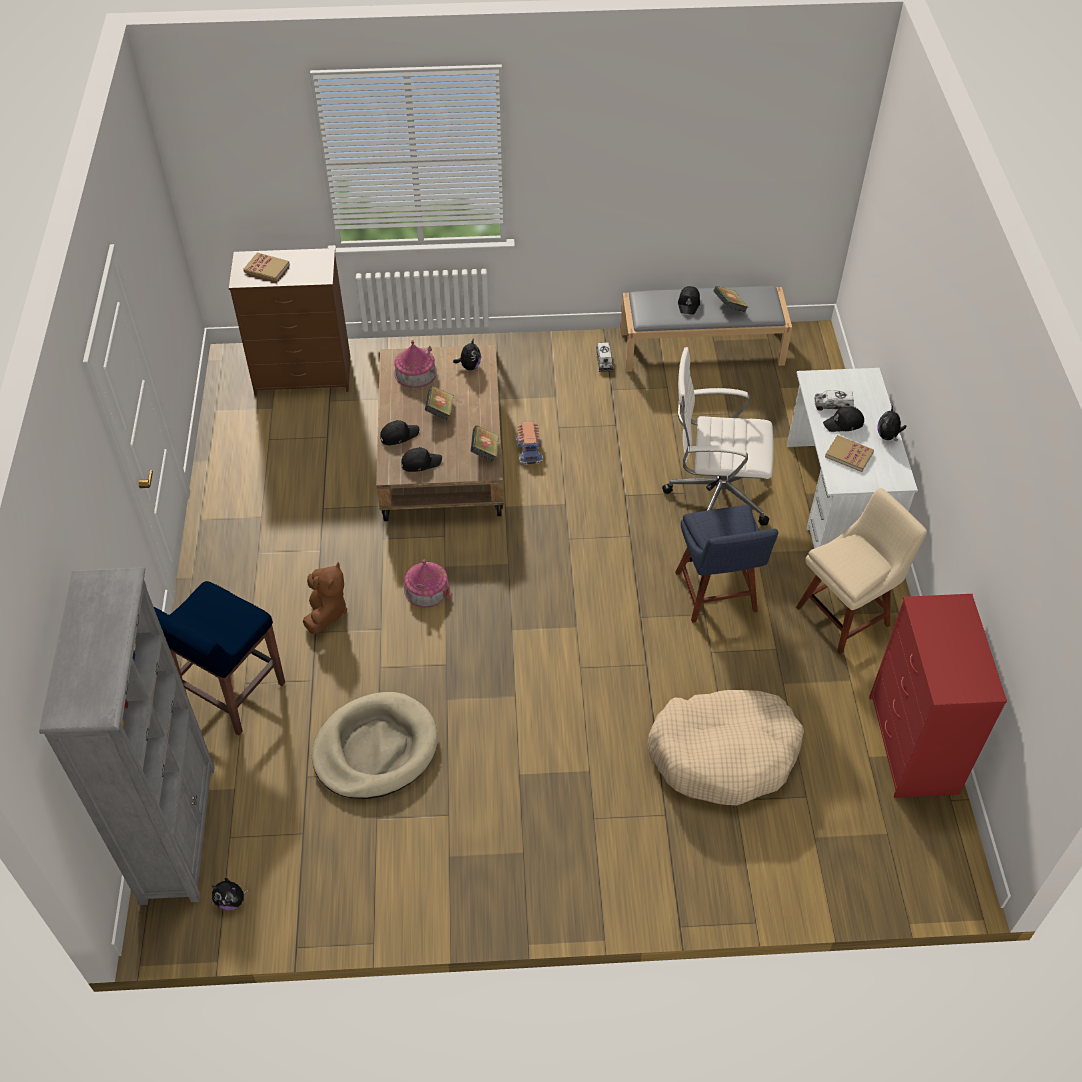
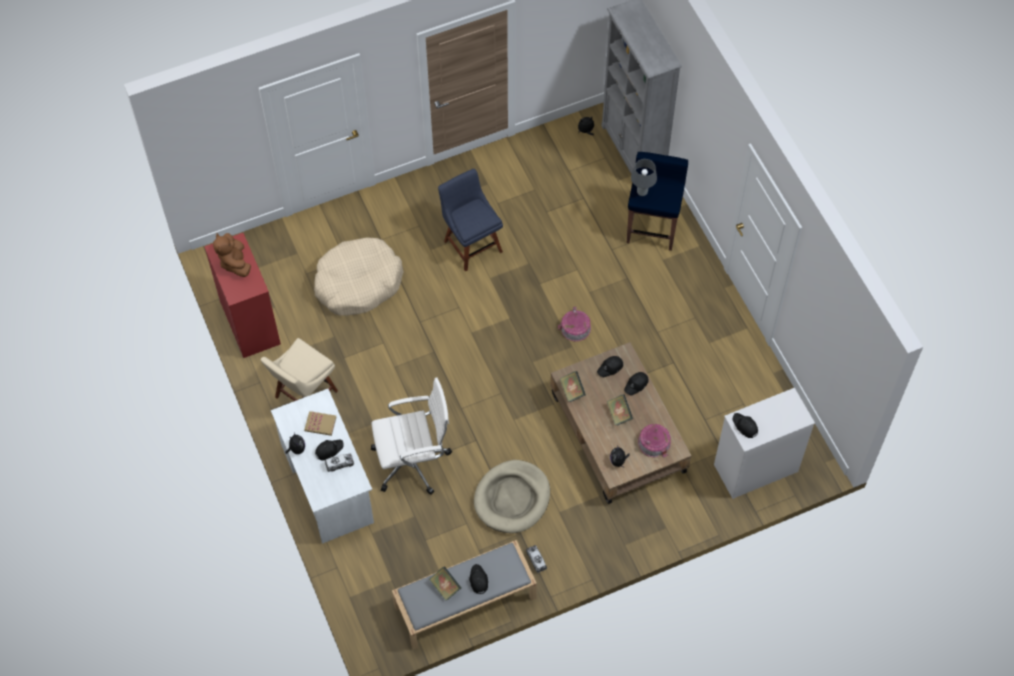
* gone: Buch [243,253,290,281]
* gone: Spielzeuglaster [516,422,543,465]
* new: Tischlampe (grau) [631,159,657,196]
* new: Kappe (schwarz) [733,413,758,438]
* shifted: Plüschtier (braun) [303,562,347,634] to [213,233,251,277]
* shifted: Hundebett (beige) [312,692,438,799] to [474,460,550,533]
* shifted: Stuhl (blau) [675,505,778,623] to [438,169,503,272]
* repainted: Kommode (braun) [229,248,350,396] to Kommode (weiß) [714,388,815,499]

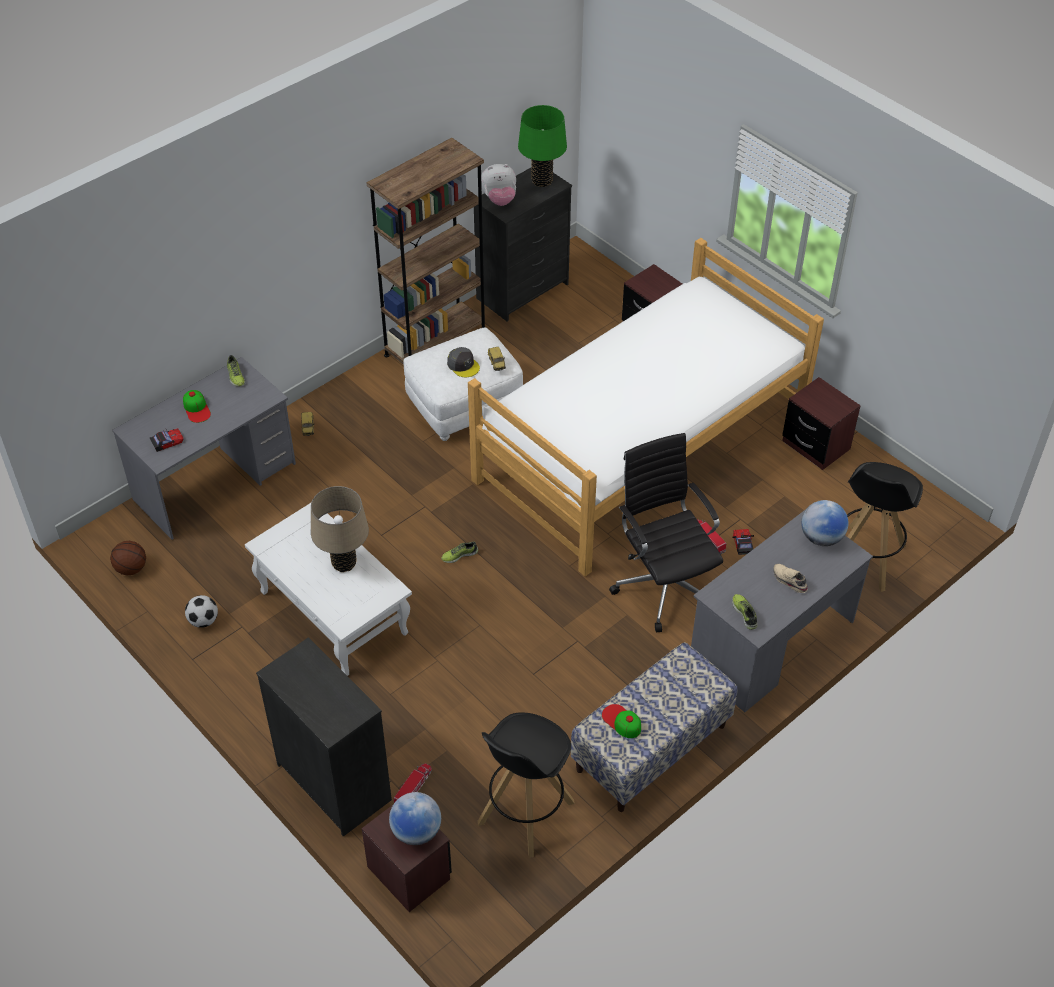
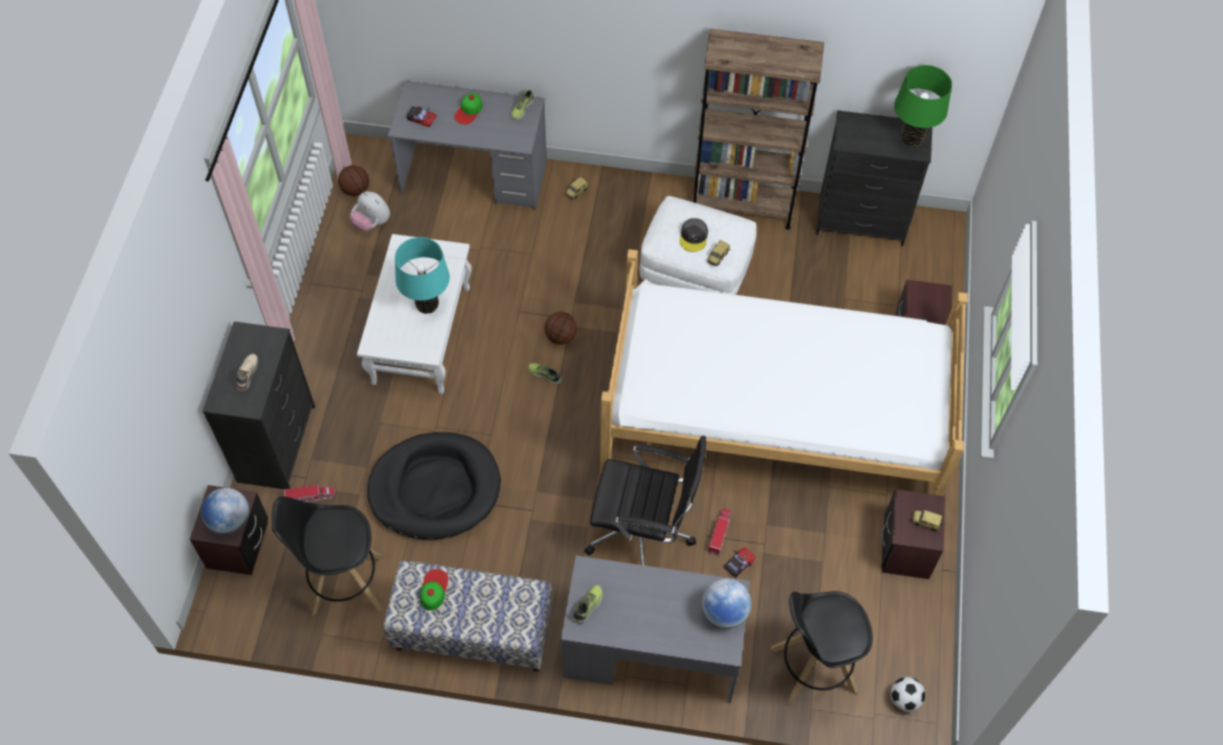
* new: Hundebett (schwarz) [367,432,501,540]
* new: Basketball [545,312,577,345]
* new: Spielzeugauto [911,510,943,531]
* shifted: Fußball [185,595,218,628] to [890,677,925,712]
* shifted: Plüschtier [481,164,516,206] to [350,191,390,232]
* shifted: Schuh (beige) [773,564,808,593] to [236,354,258,390]
* repainted: Tischlampe (beige) [311,486,369,572] to Tischlampe (türkis) [395,237,450,314]
* rotated: Bürostuhl (schwarz) [609,433,723,632] = [584,436,706,565] 75 degrees clockwise

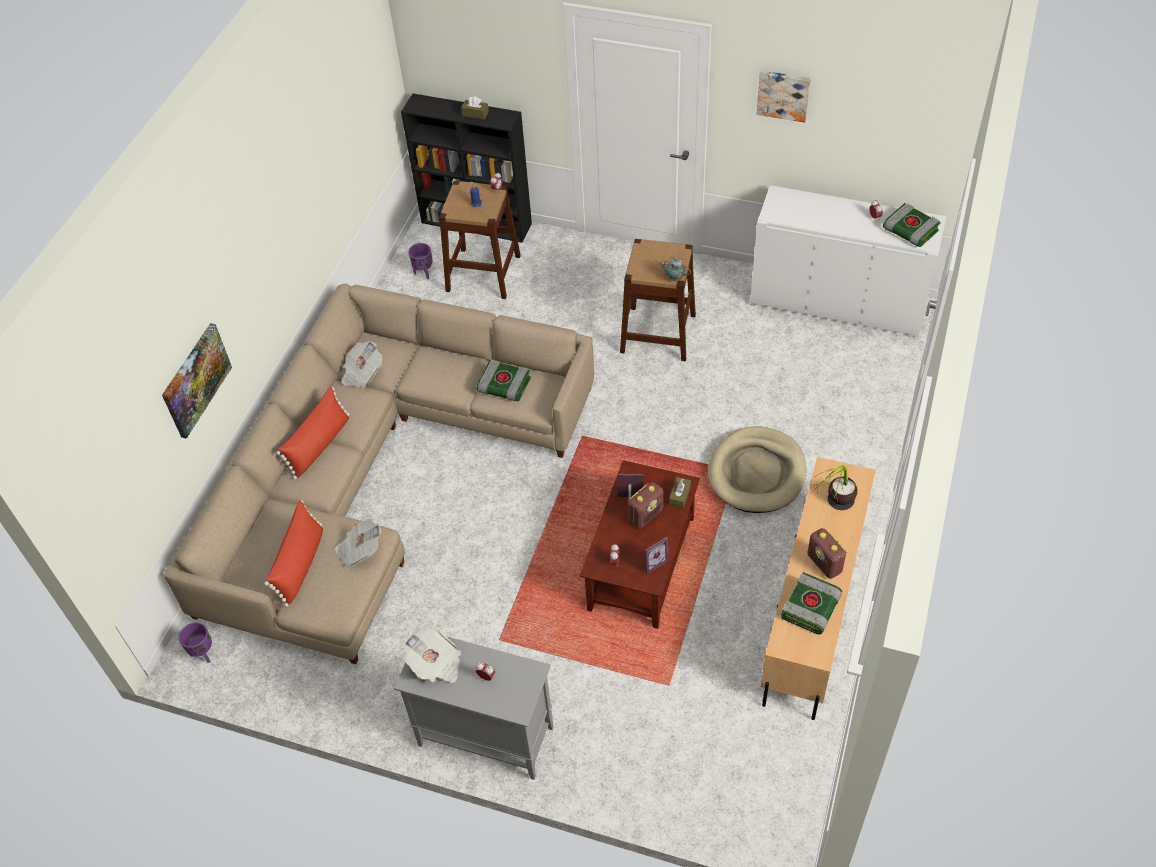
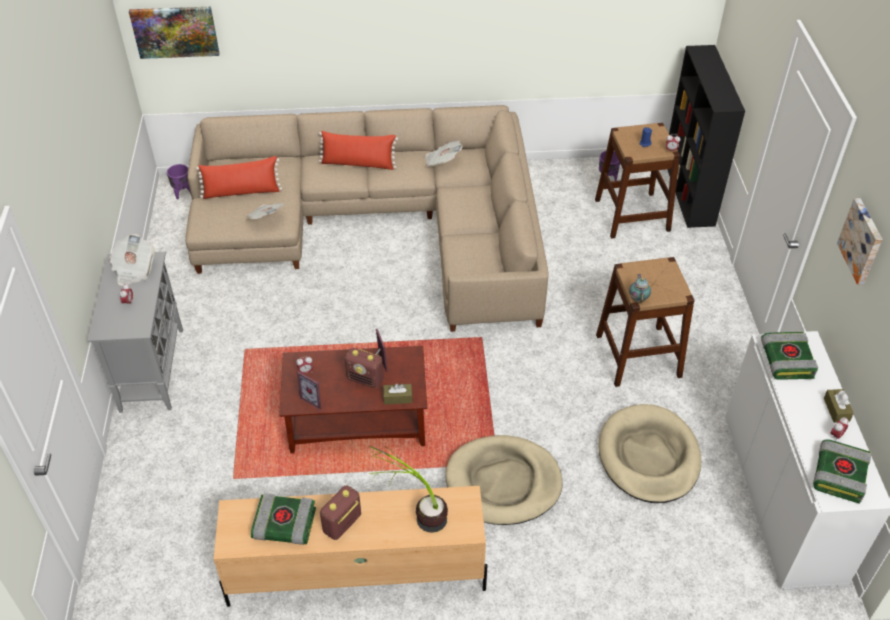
* new: Hundebett (beige) [598,404,701,503]
* shifted: Bild [162,323,232,439] to [129,7,219,59]
* shifted: Taschentuchbox (braun) [461,96,489,119] to [824,389,854,423]
* shifted: Buch [476,360,531,401] to [761,332,818,380]

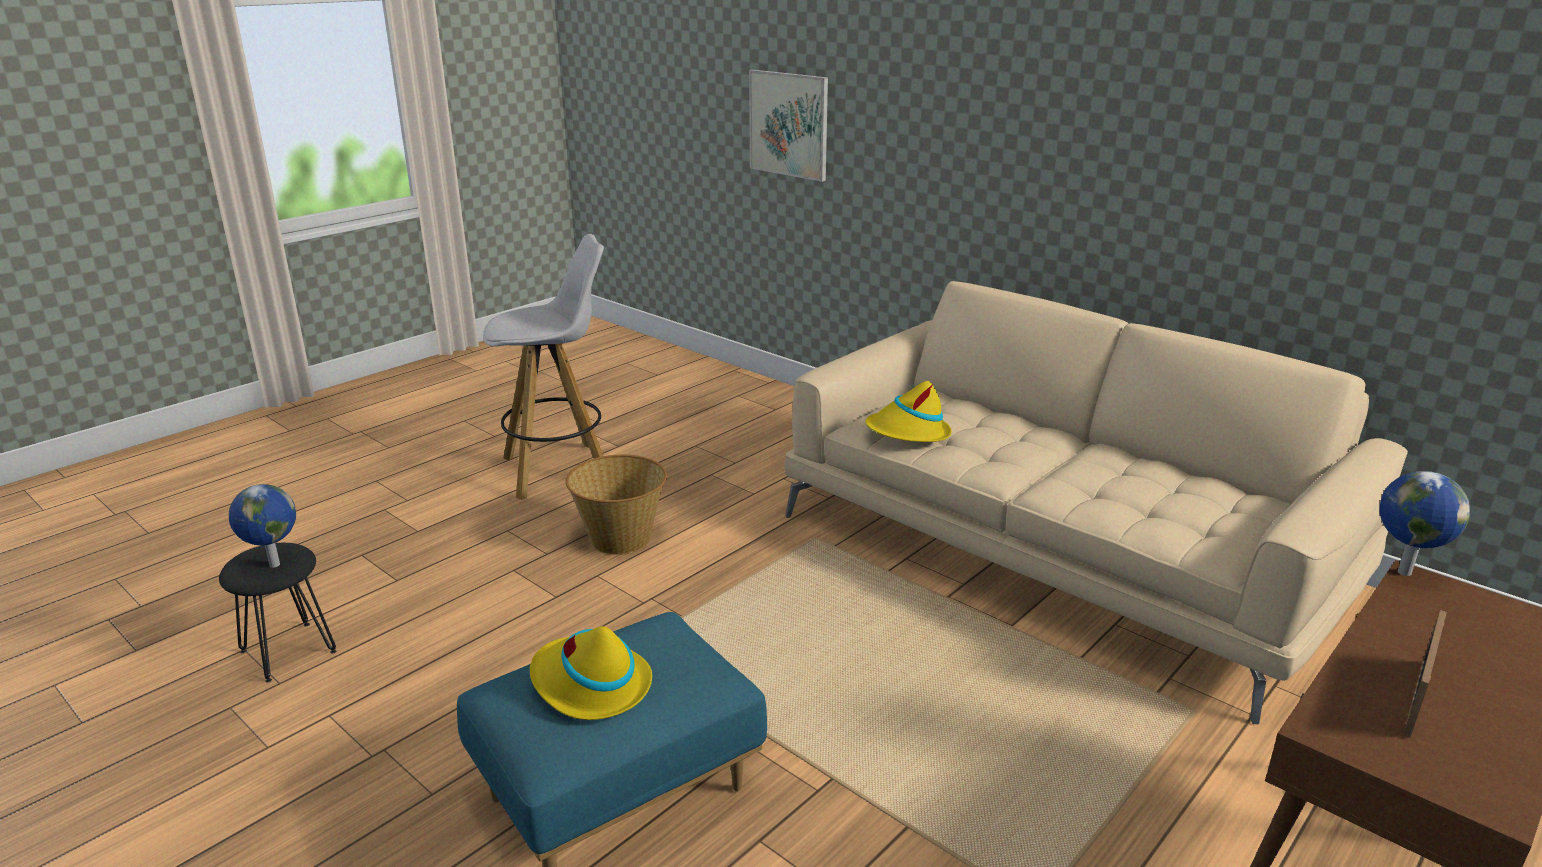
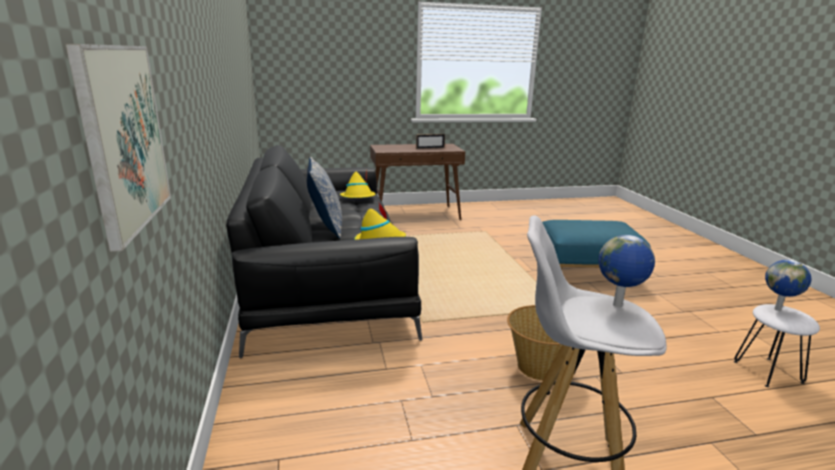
* new: Kissen [307,157,342,239]
* shifted: Hut (gelb) [530,626,652,720] to [340,168,375,198]
* shifted: Globus [1380,471,1470,576] to [598,235,655,307]
* repainted: Hocker (schwarz) [219,543,337,683] to Hocker (weiß) [734,304,820,387]
* repainted: Sofa (beige) [784,281,1408,724] to Sofa (schwarz) [226,145,422,359]

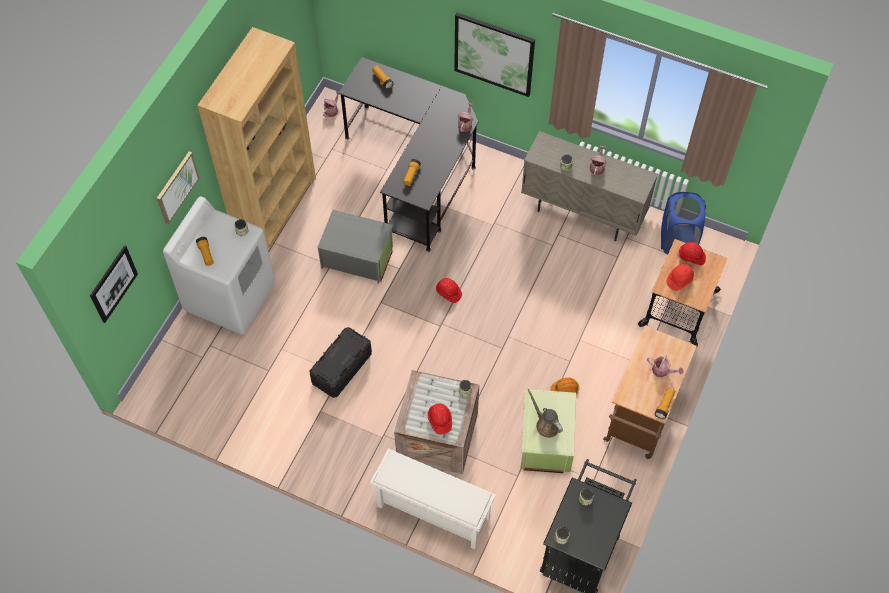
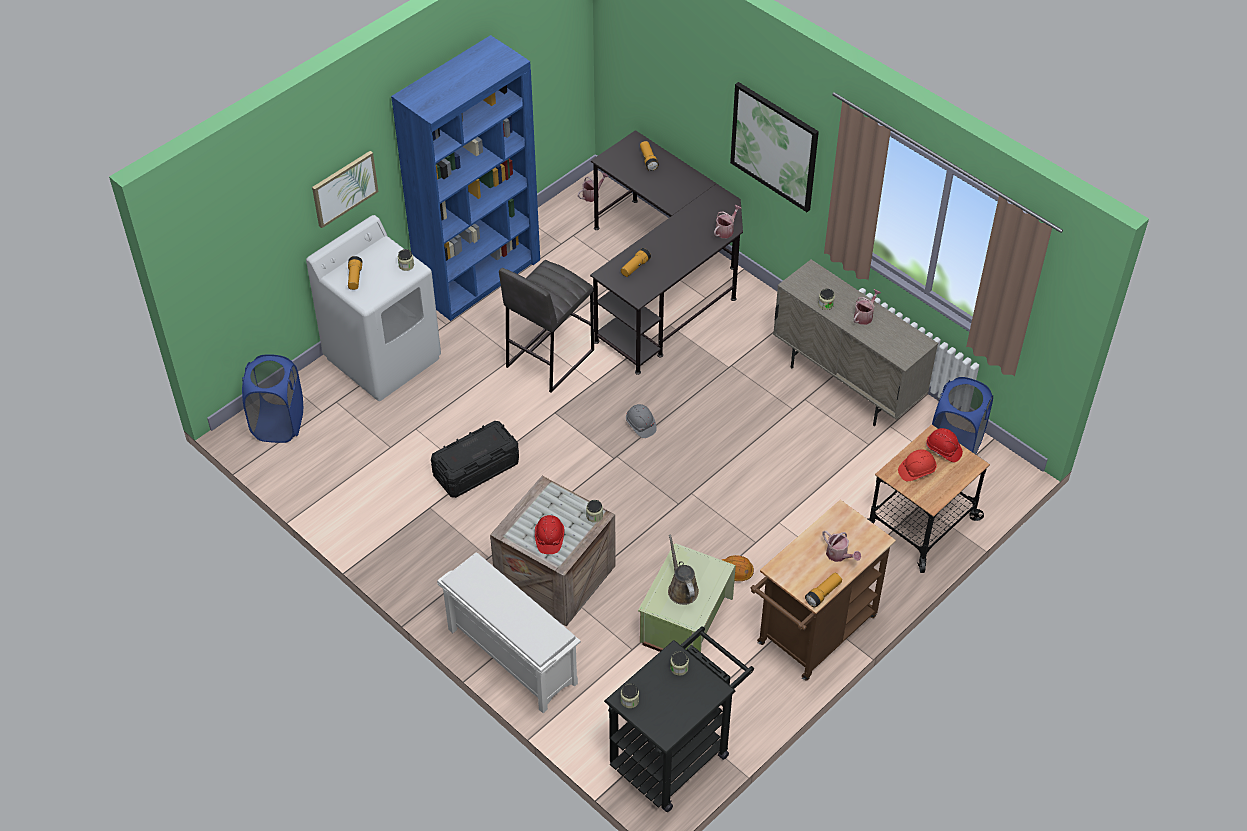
* gone: Bild [90,245,138,323]
* new: Wäschekorb (blau) [242,354,303,443]
* swapped: Aufbewahrungsbox (grau) [318,210,393,284] to Hocker (grau) [499,260,594,393]
* repainted: Bücherregal (braun) [197,27,316,250] to Bücherregal (blau) [391,35,540,321]
* repainted: Schutzhelm (rot) [436,278,462,303] to Schutzhelm (grau) [626,404,657,438]

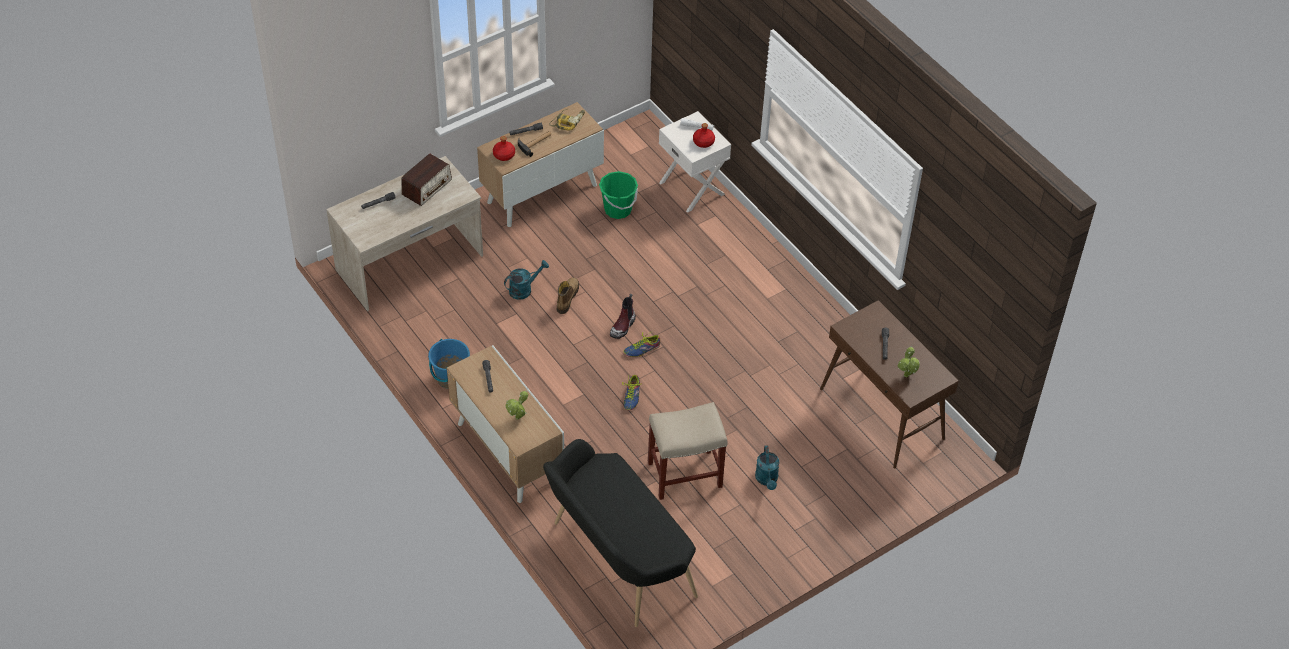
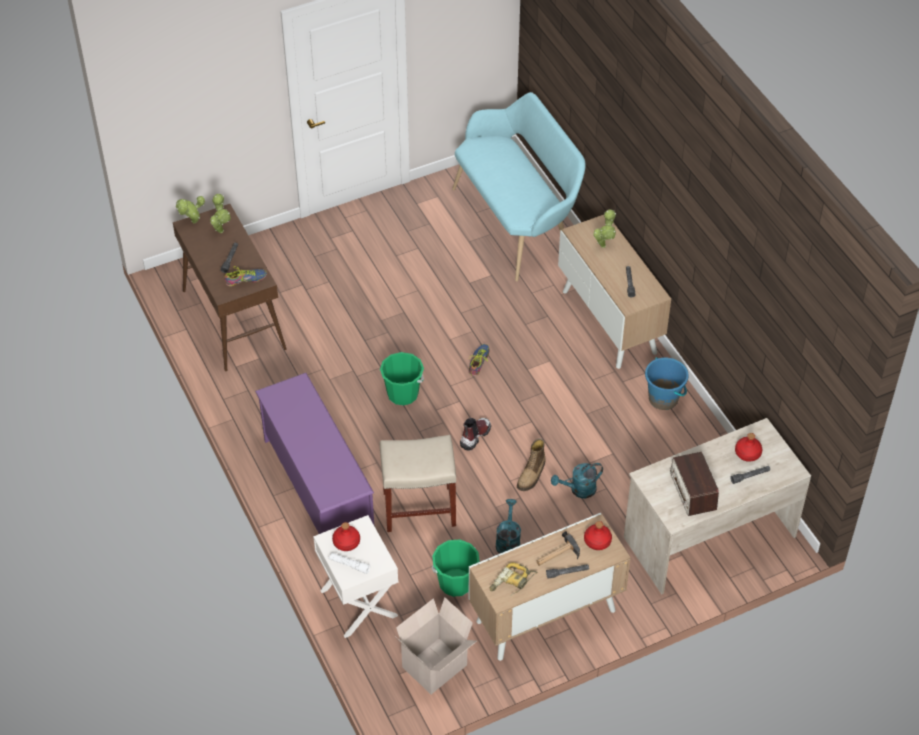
* new: Topfpflanze [176,196,205,223]
* new: Schuhregal (lila) [255,373,374,534]
* new: Eimer (grün) [380,352,424,406]
* new: Karton [395,597,477,694]
* new: Flasche (rot) [735,433,763,462]
* shifted: Schuh [624,332,660,357] to [224,266,267,286]
* shifted: Hocker (beige) [648,402,728,500] to [380,435,456,532]
* shifted: Gießkanne (türkis) [755,445,779,490] to [496,499,521,554]
* repainted: Bank (schwarz) [543,439,698,627] to Bank (türkis) [452,92,586,281]
* rotated: Radio [402,154,452,206] = [670,452,719,516] 60 degrees counterclockwise

